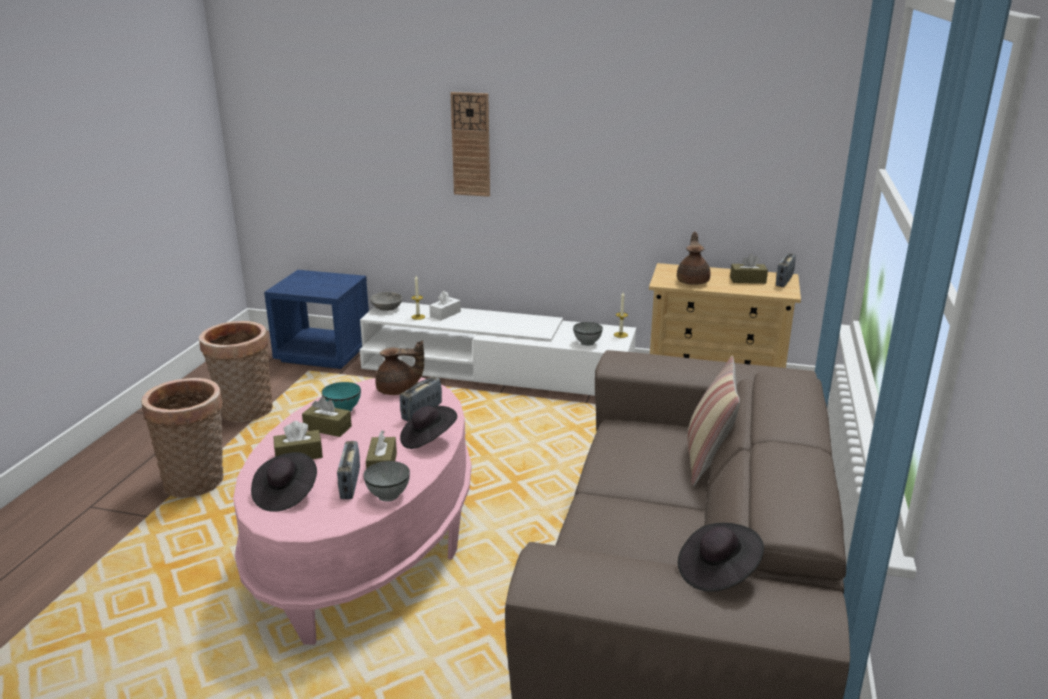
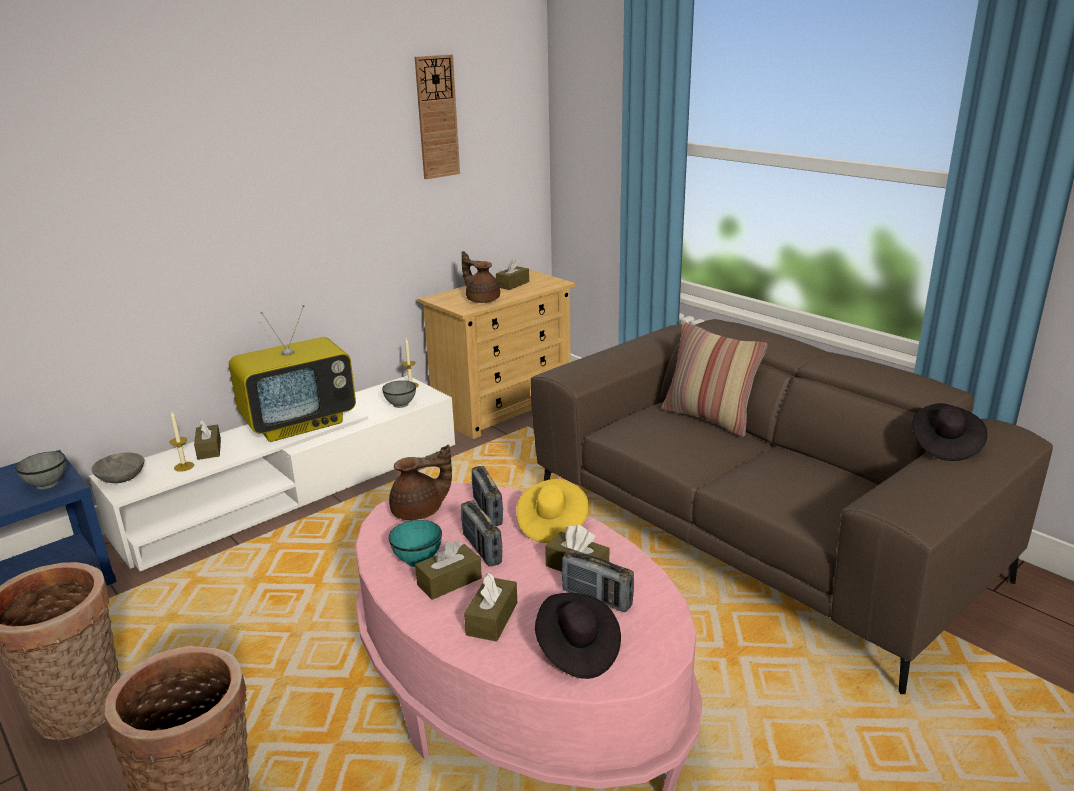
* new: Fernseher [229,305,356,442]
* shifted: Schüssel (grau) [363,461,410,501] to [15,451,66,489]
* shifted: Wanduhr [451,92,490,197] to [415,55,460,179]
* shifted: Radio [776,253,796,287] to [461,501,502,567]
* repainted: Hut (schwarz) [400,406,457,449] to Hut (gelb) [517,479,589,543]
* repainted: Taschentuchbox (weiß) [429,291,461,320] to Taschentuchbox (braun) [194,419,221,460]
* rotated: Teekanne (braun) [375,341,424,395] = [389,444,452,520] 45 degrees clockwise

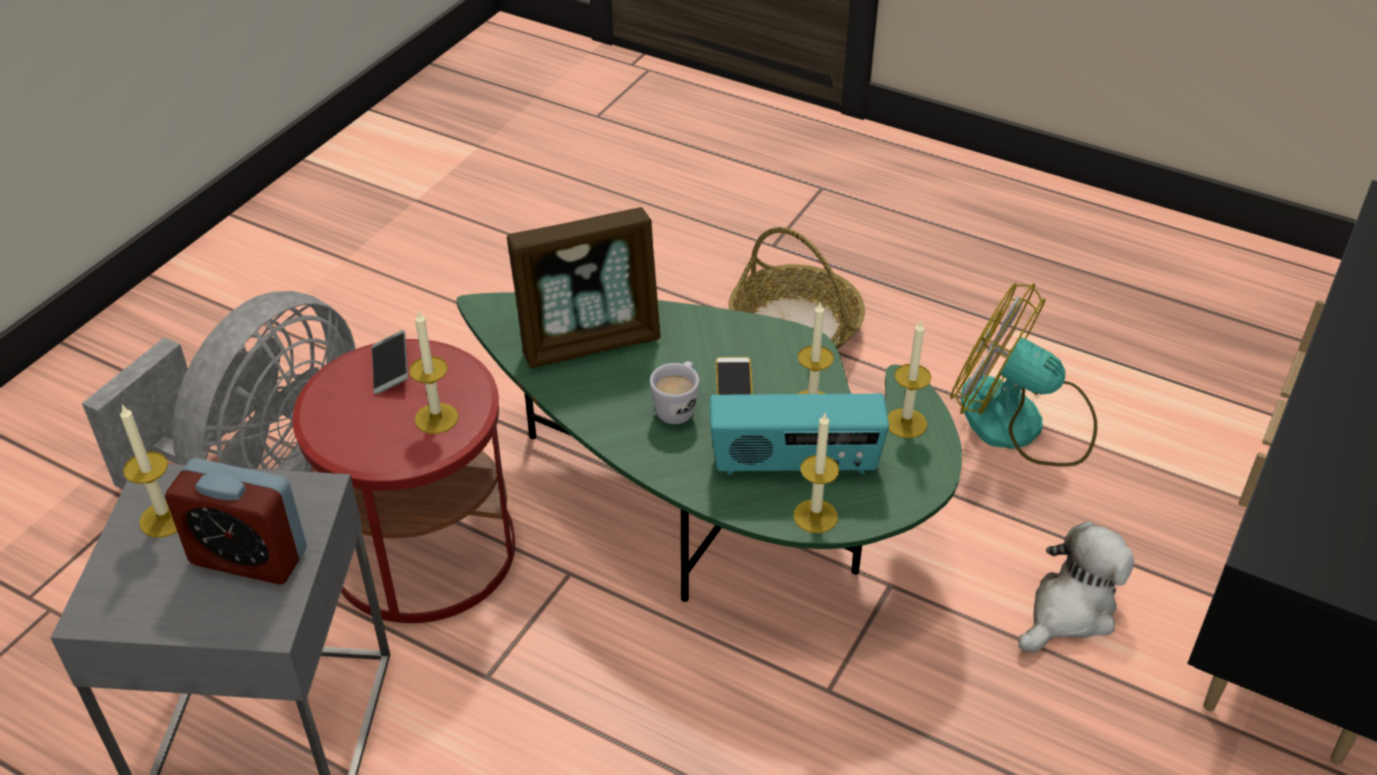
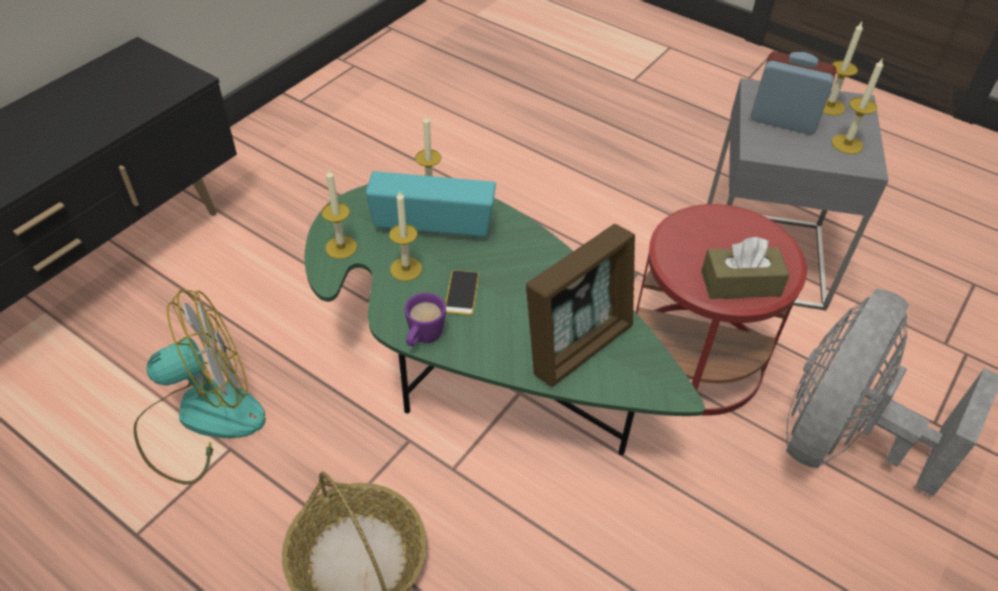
* gone: Henkelbecher (weiß) [650,361,699,424]
* gone: Plüschtier [1018,522,1134,652]
* new: Henkelbecher (lila) [404,293,446,346]
* shifted: Kerze [409,310,459,434] to [823,22,863,116]
* swapped: Handy [372,330,408,395] to Taschentuchbox (braun) [701,237,790,299]
* rotated: Bilderrahmen [507,207,661,368] = [526,224,635,387] 150 degrees clockwise
* rotated: Ventilator [950,283,1097,467] = [134,290,266,485] 60 degrees counterclockwise

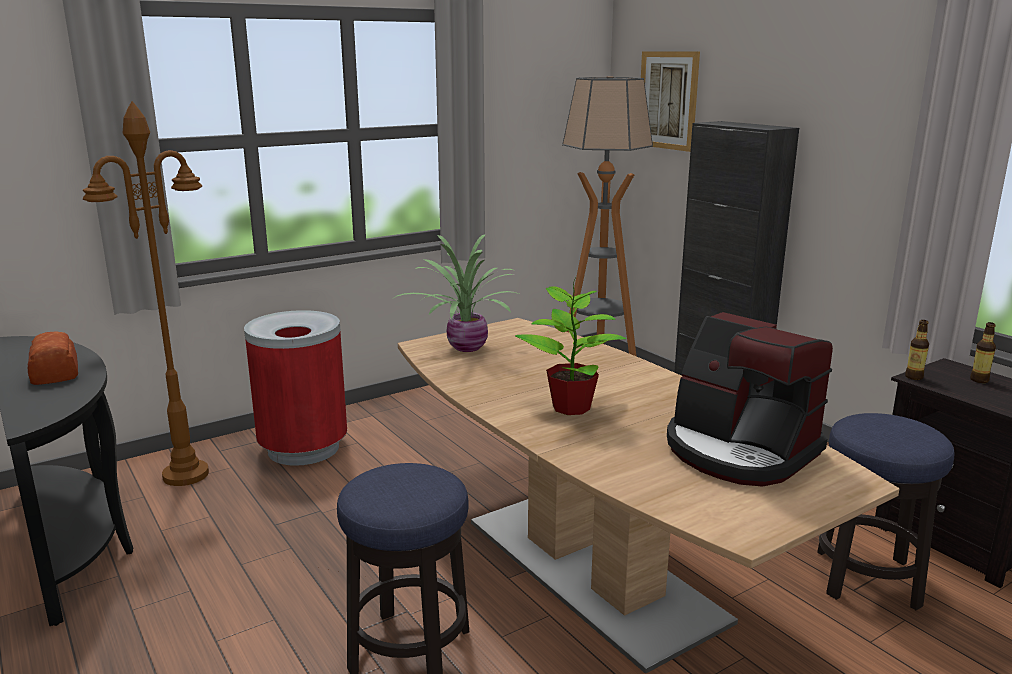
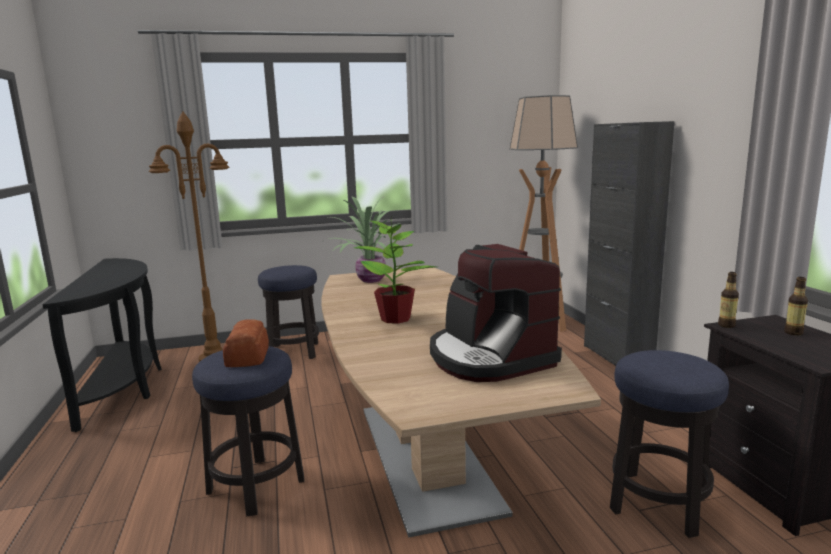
* gone: Bild [641,52,700,152]
* shifted: Brot [28,331,78,385] to [223,319,269,367]
* swapped: Mülleimer (rot) [244,310,347,466] to Hocker [258,265,319,359]

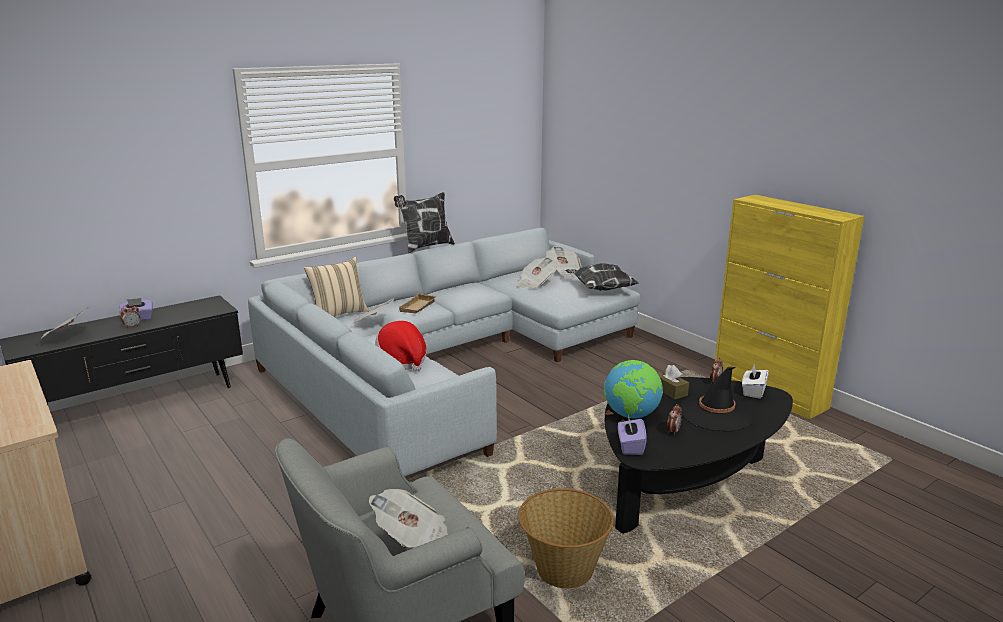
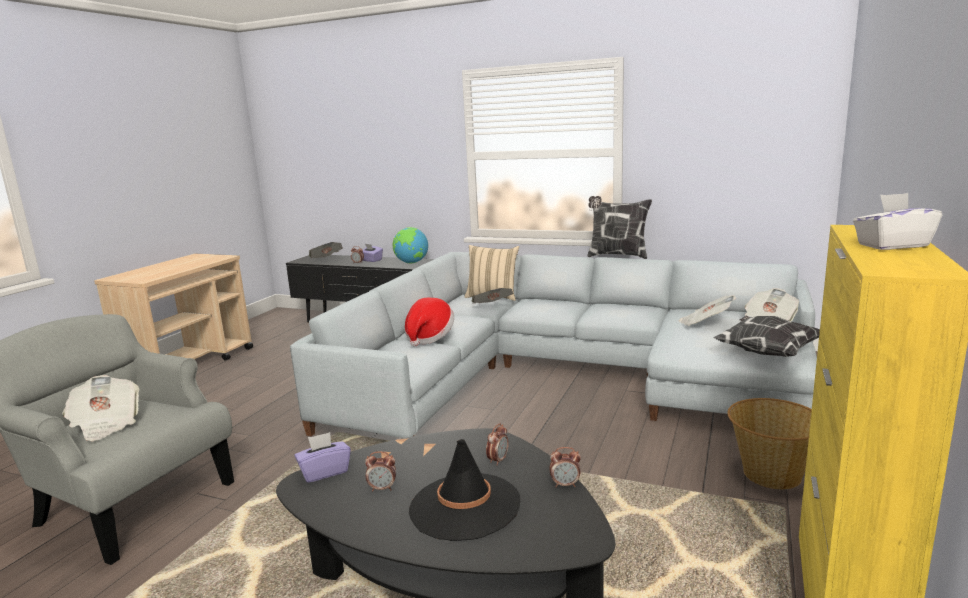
* gone: Tablett (beige) [399,293,437,314]
* shifted: Korb [518,488,614,589] to [727,398,812,489]
* shifted: Globus [604,360,663,418] to [393,227,428,263]
* shifted: Taschentuchbox (weiß) [742,364,769,399] to [853,193,942,250]
* swapped: Taschentuchbox (braun) [658,365,689,400] to Wecker [486,423,509,466]

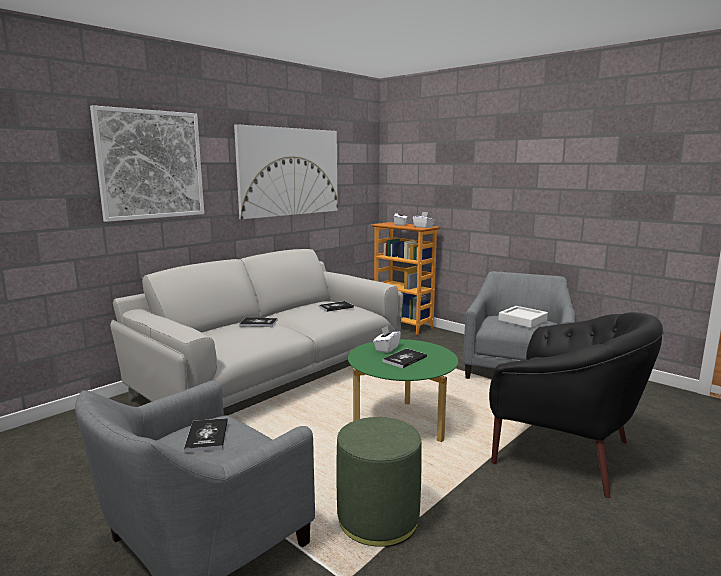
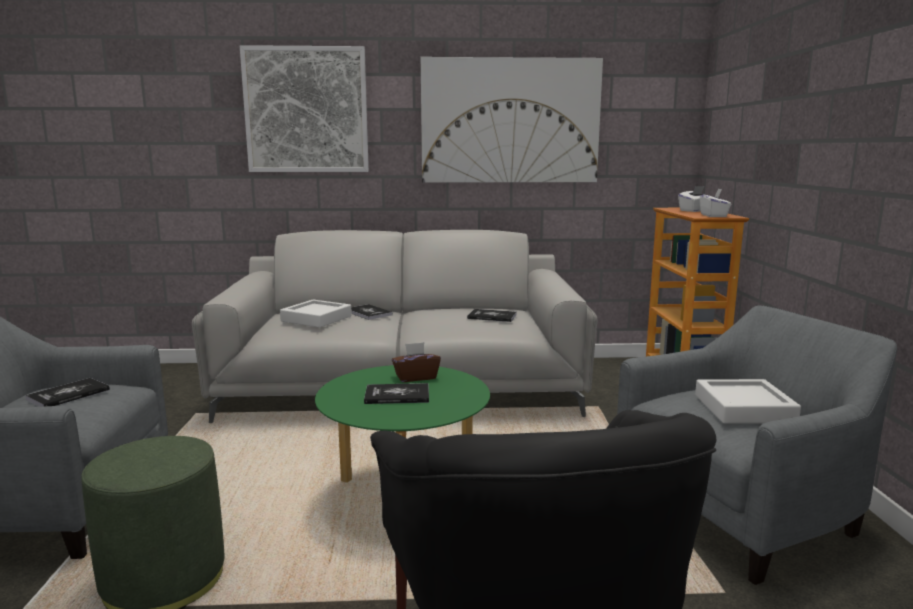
* new: Tablett (weiß) [280,299,352,328]
* repainted: Taschentuchbox (weiß) [373,326,401,353] to Taschentuchbox (braun) [392,342,441,382]

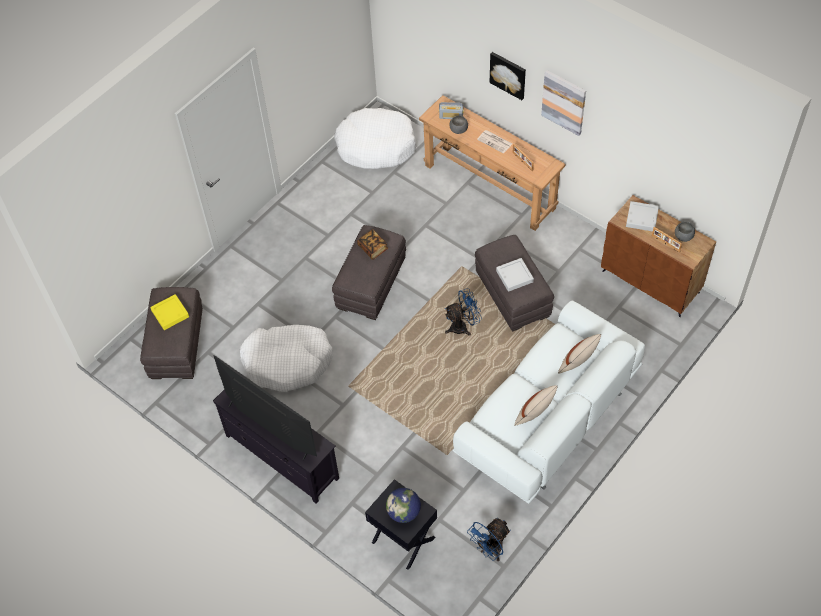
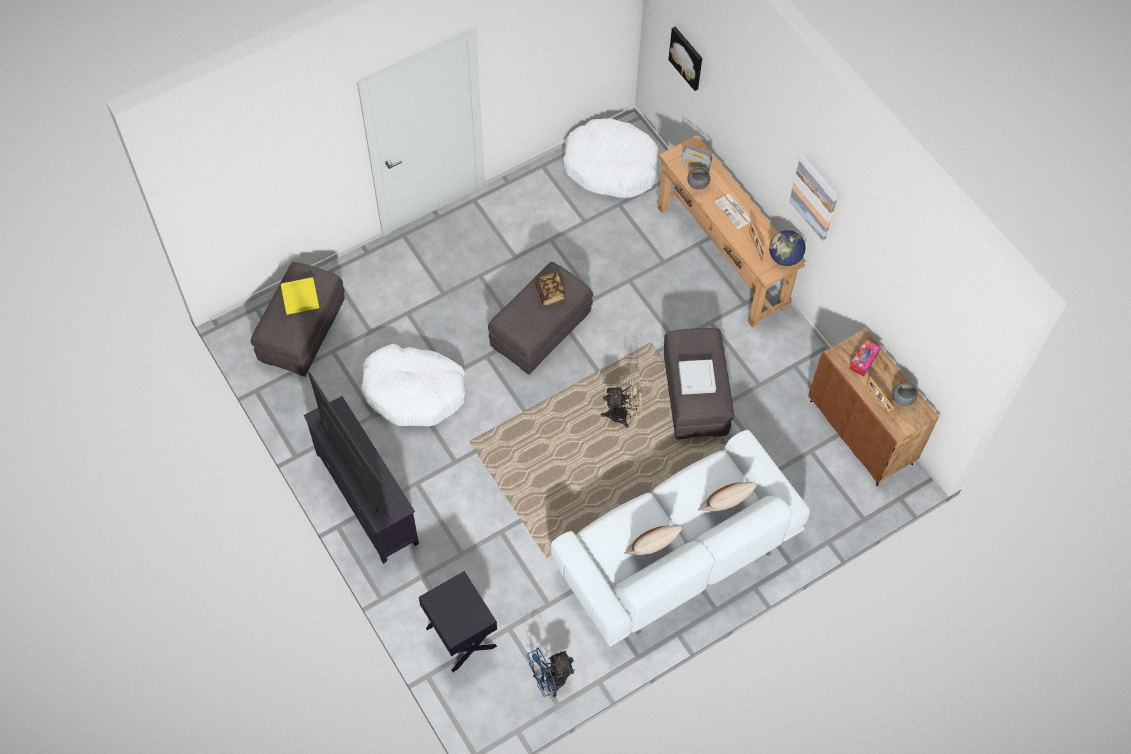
* shifted: Globus [386,488,421,523] to [769,230,805,266]
* shifted: Bild [490,52,526,100] to [668,27,702,91]
* swapped: Tablett (grau) [626,201,659,232] to Taschentuchbox [849,340,881,377]
* repainted: Ventilator (blau) [445,288,482,336] to Ventilator (beige) [601,375,643,428]

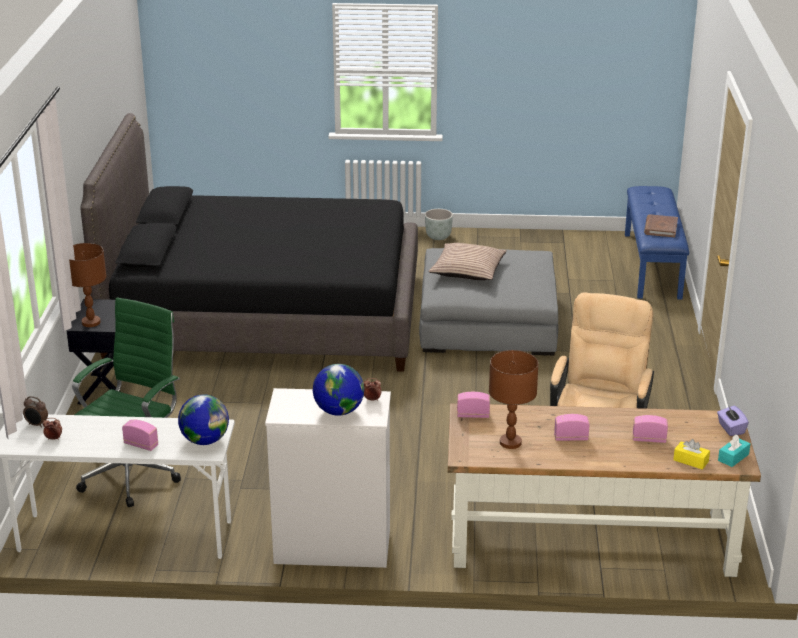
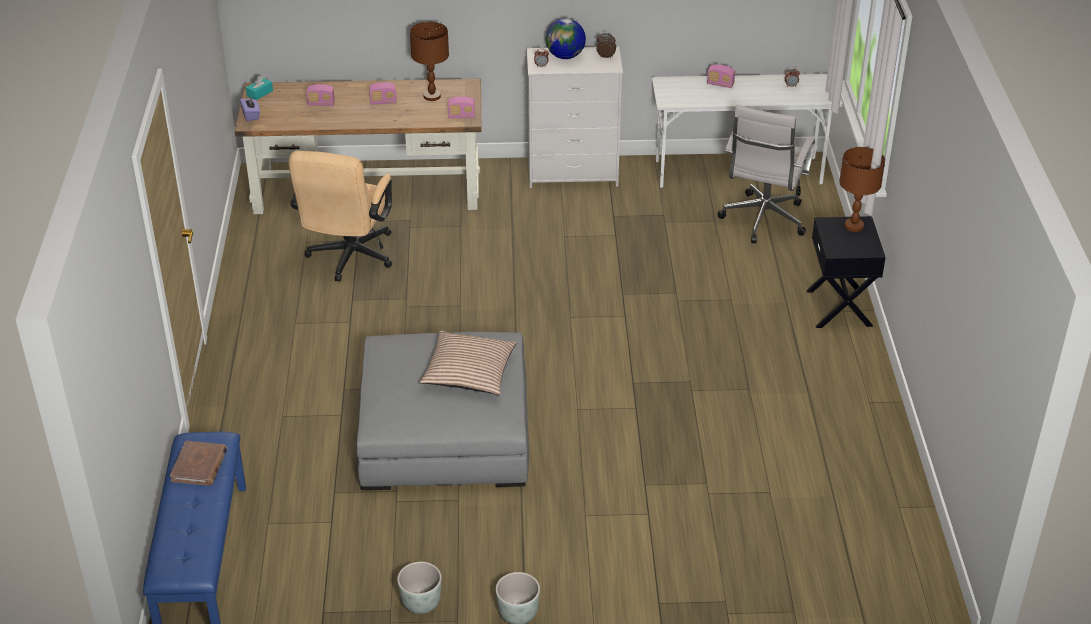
* gone: Bett (schwarz) [81,113,418,372]
* gone: Globus [178,395,229,445]
* gone: Taschentuchbox (gelb) [673,439,710,470]
* new: Pflanzkübel (grau) [397,562,441,614]
* shifted: Wecker [23,396,48,428] to [597,33,616,59]
* repainted: Bürostuhl (grün) [72,297,181,507] to Bürostuhl (weiß) [718,105,815,243]

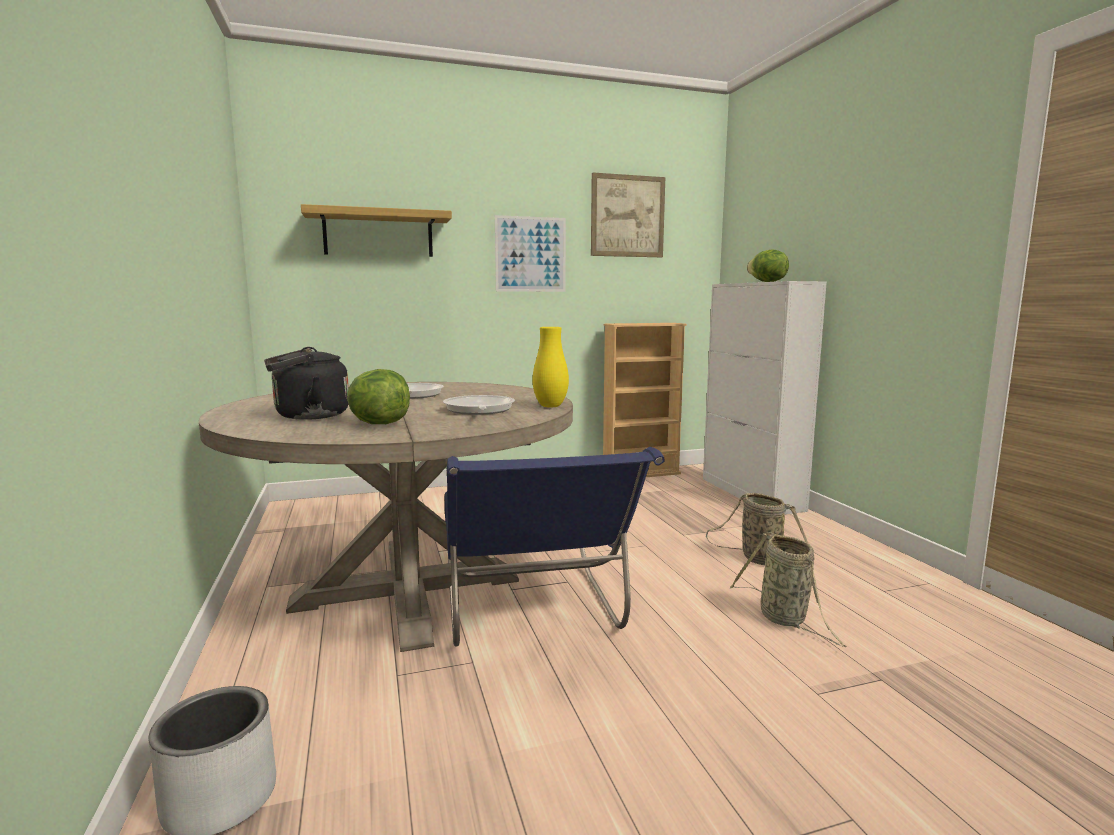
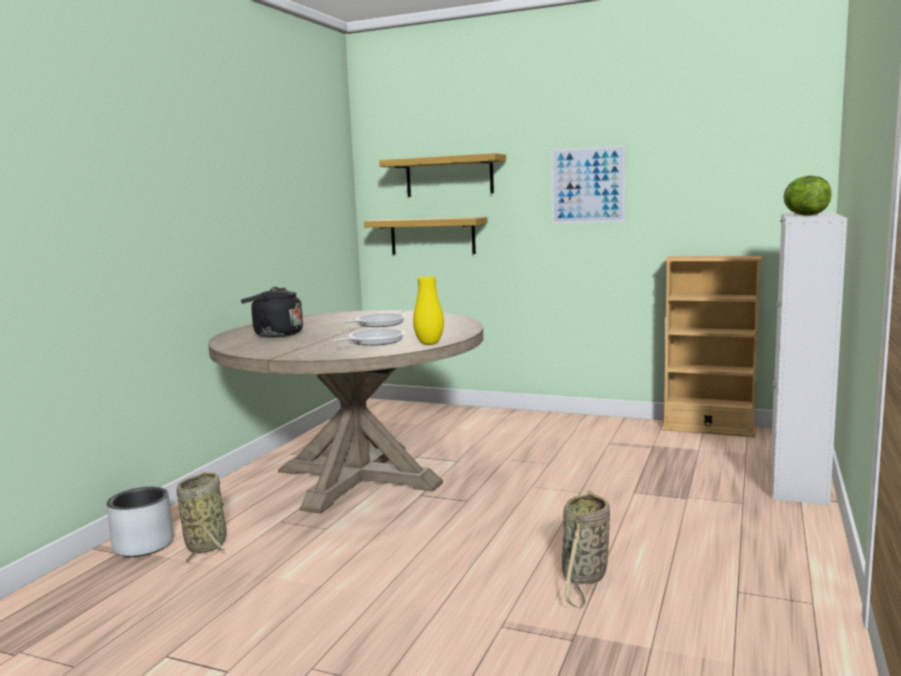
* gone: Salatkopf [347,369,410,424]
* gone: Stuhl (blau) [445,447,665,647]
* gone: Bild [591,173,665,257]
* new: Wandregal [364,217,488,255]
* shifted: Korb [706,493,808,565] to [177,472,226,564]

